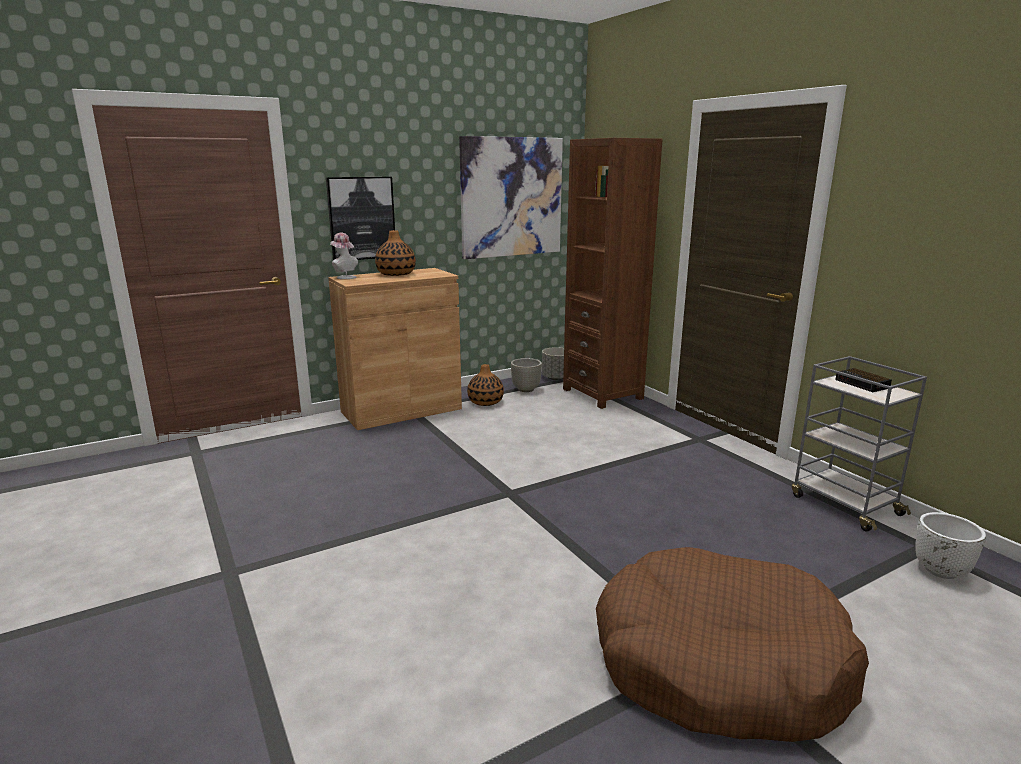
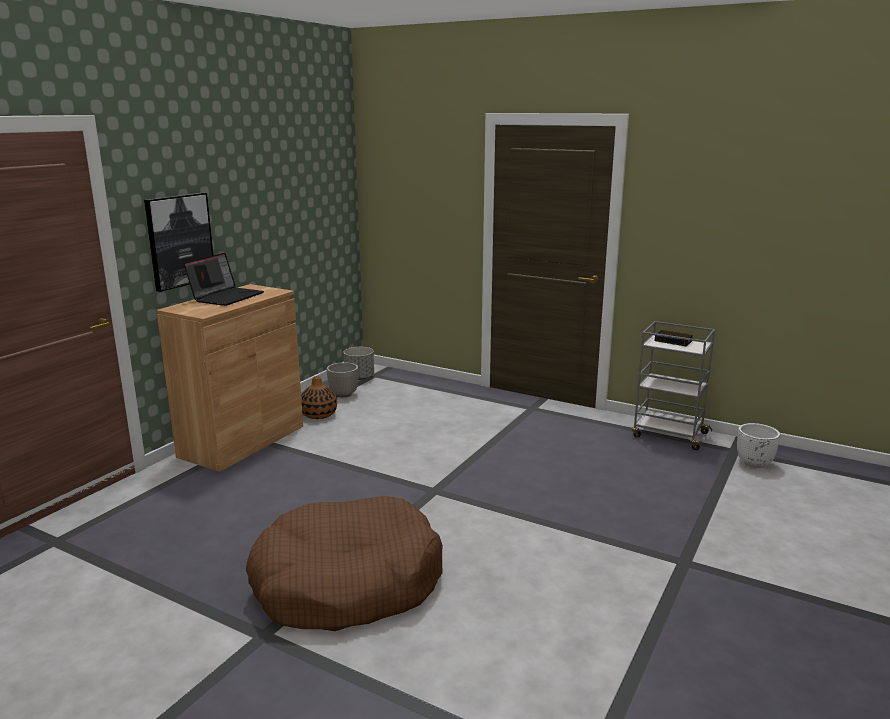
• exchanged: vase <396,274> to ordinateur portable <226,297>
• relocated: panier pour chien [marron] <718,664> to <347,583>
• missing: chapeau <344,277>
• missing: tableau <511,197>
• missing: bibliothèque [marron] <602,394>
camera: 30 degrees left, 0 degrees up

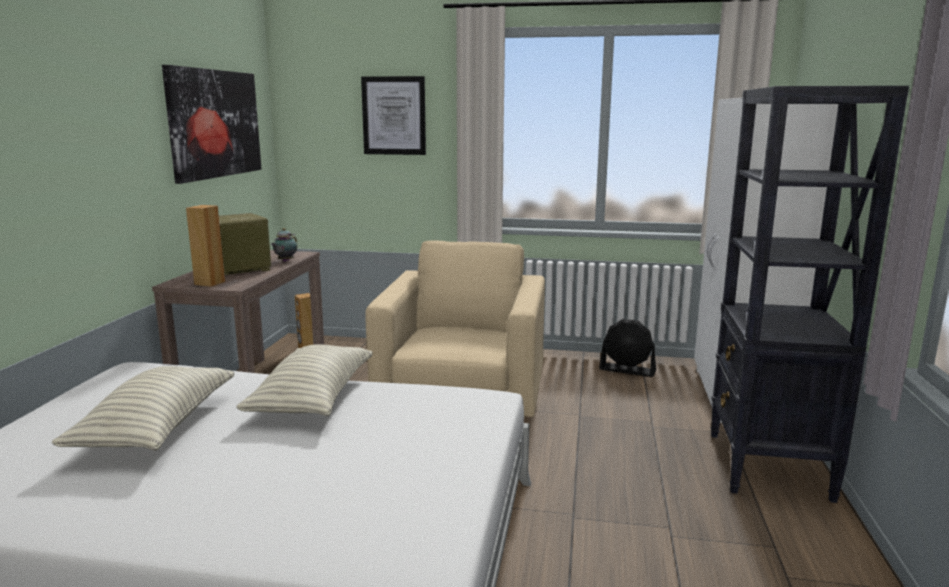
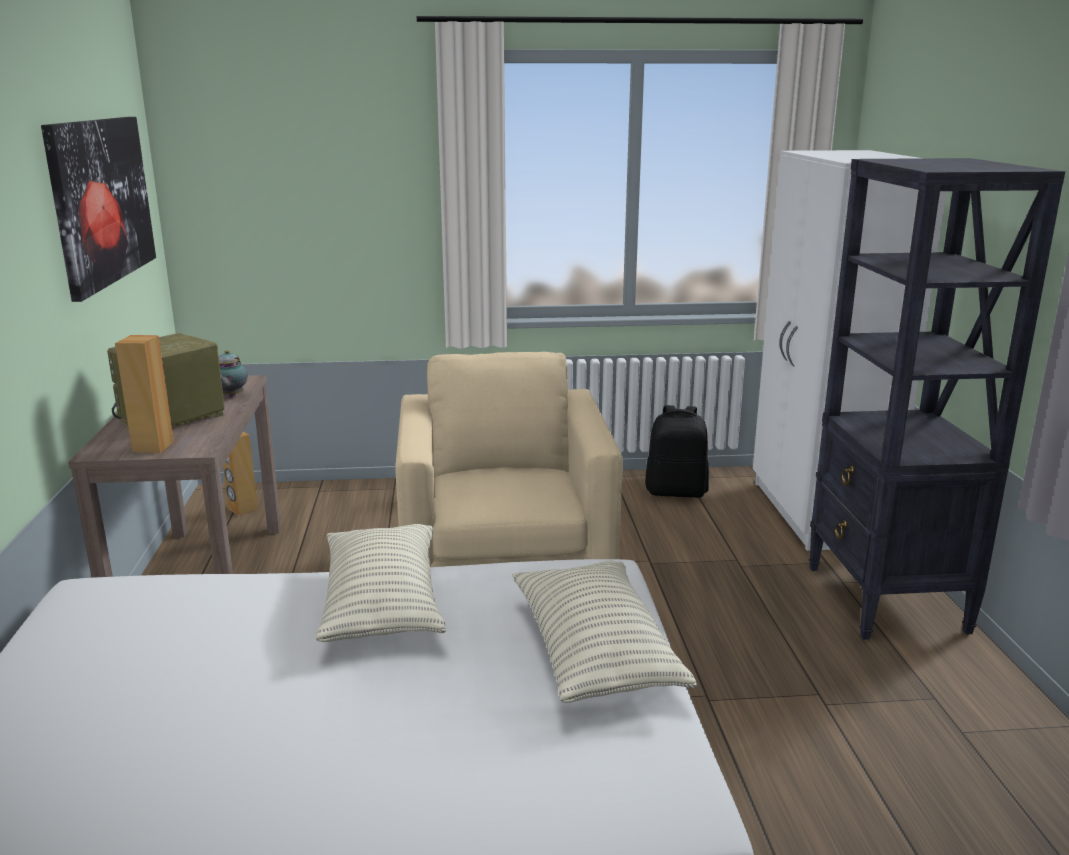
• relocated: coussin <157,428> to <594,653>
• exchanged: ventilateur [noir] <627,370> to sac à dos [noir] <676,491>
• missing: tableau <394,115>
camera: 15 degrees left, 5 degrees up

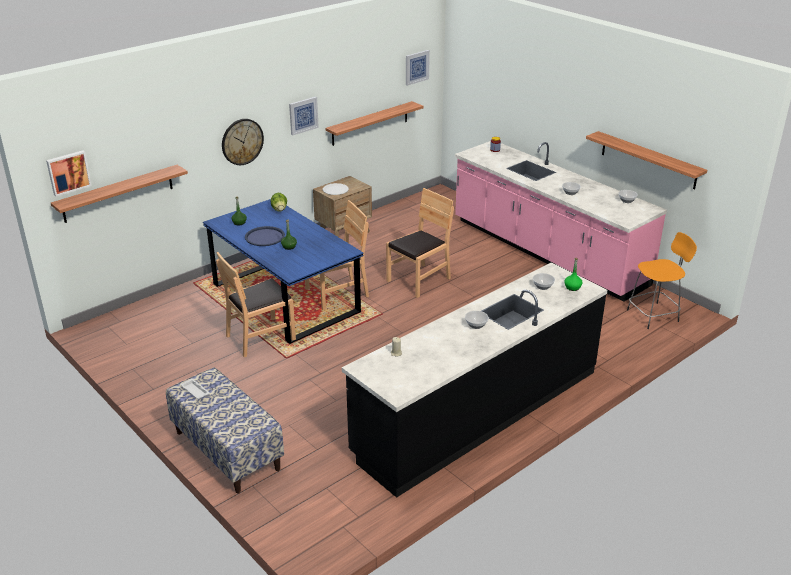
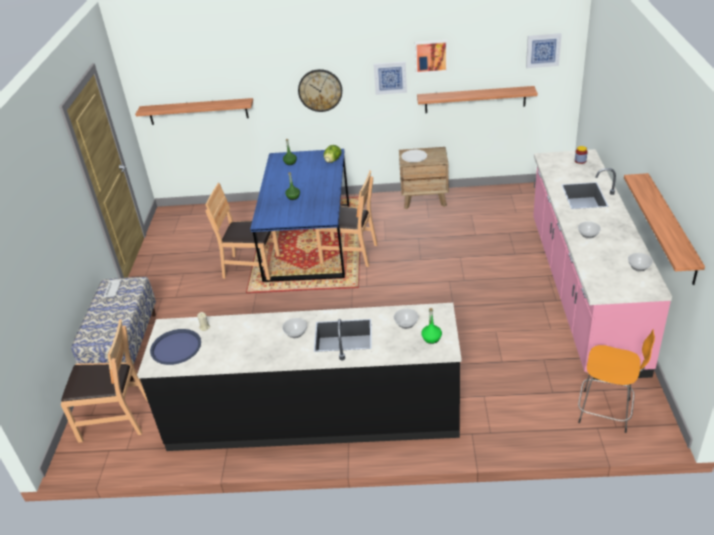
• relocated: chaise [marron] <419,280> to <115,419>
• relocated: plateau [bleu] <265,237> to <176,347>
• relocated: tableau <68,172> to <431,56>
camera: 45 degrees right, 5 degrees up

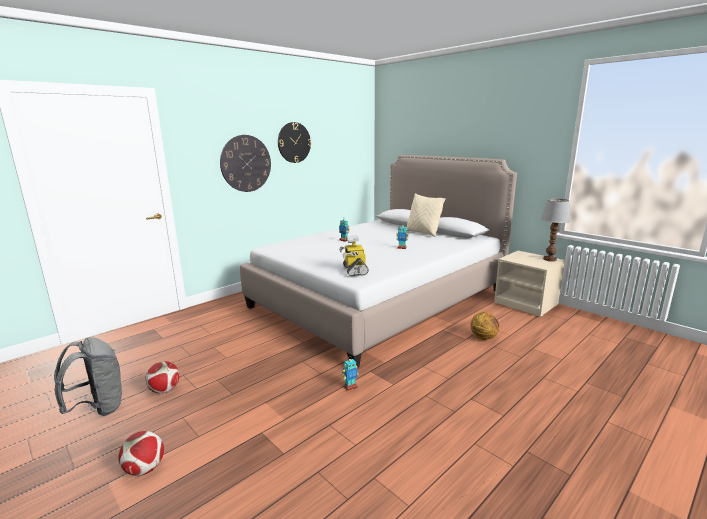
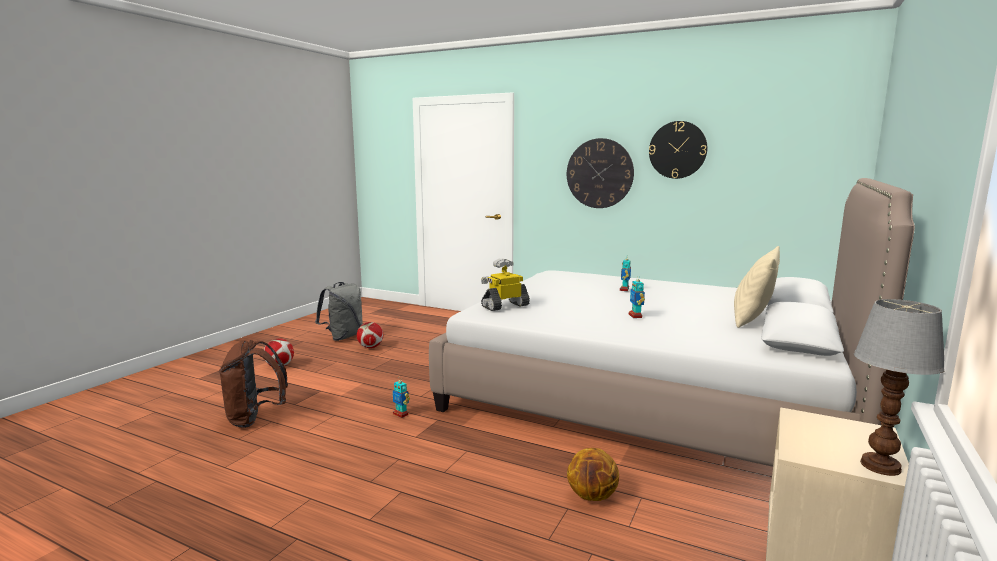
• appeared: sac à dos [marron] <255,418>
camera: 70 degrees right, 5 degrees down

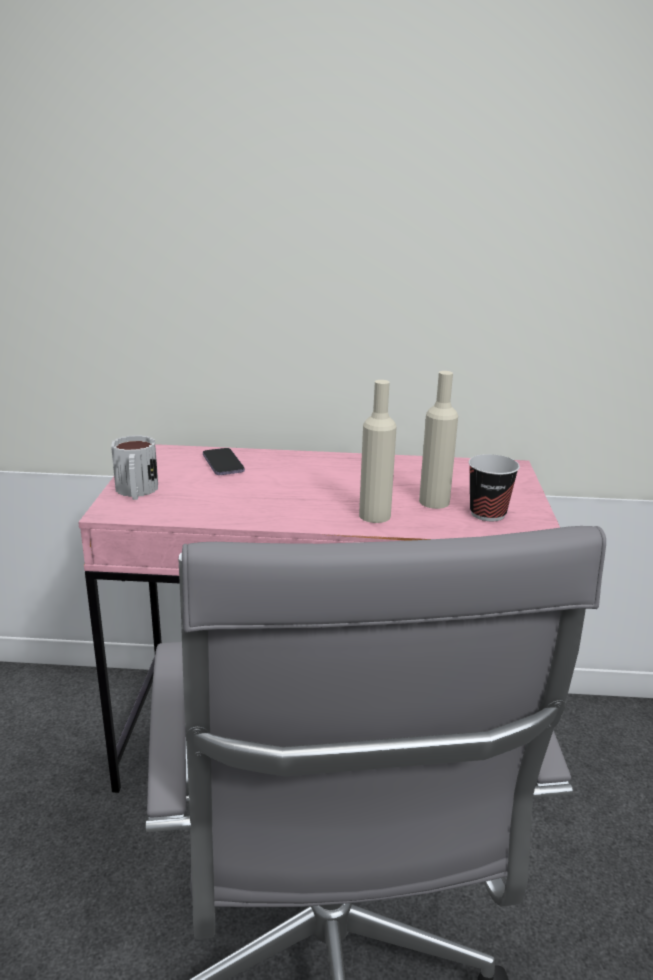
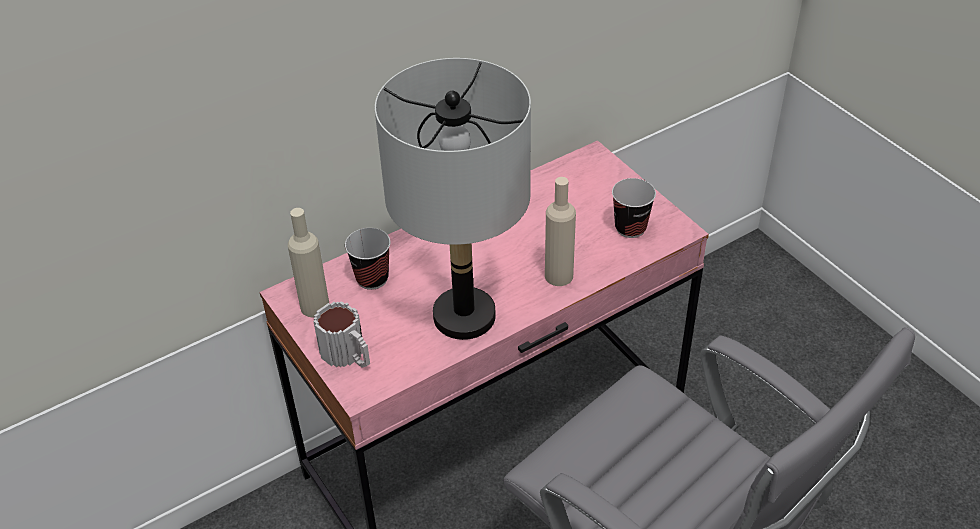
• relocated: bouteille [beige] <434,502> to <315,306>
• exchanged: téléphone <223,464> to tasse <372,278>
• appeared: lampe de table [gris] <464,316>
camera: 35 degrees left, 20 degrees up

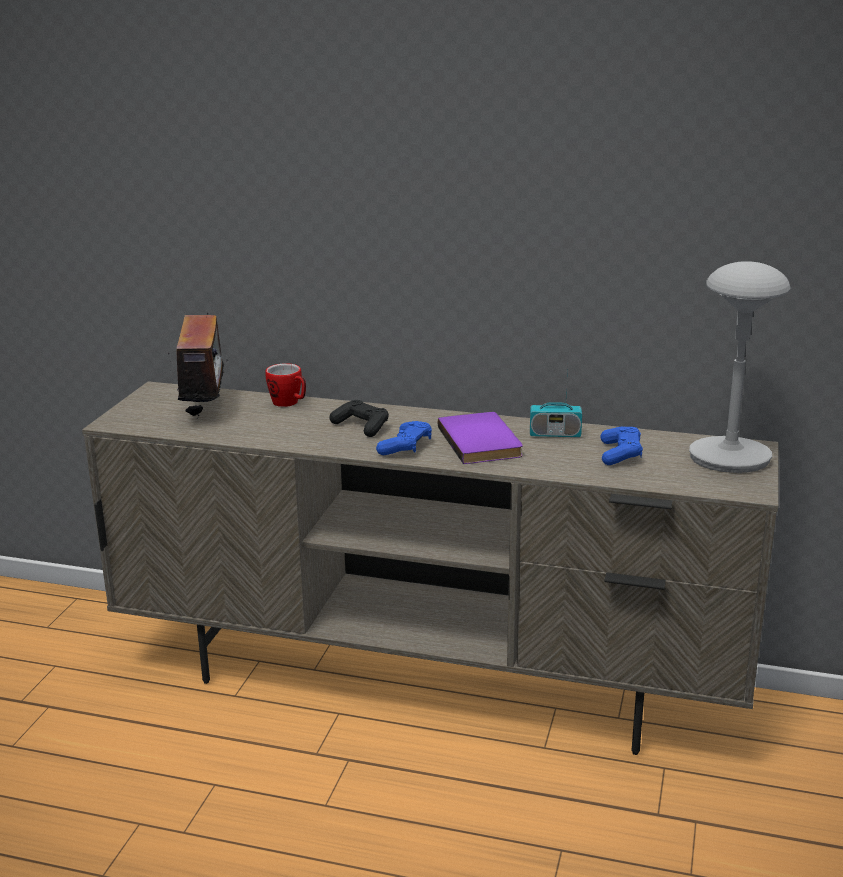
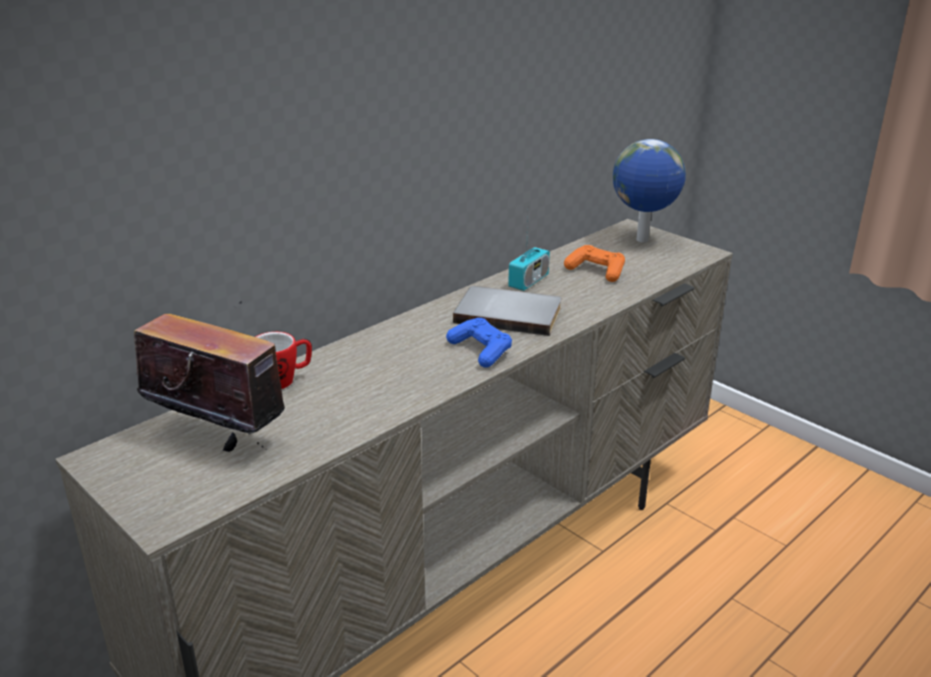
• colour: livre [violet] <482,441> to livre [gris] <509,313>
• colour: manette [bleu] <620,454> to manette [orange] <596,271>
• exchanged: lampe de table [gris] <729,458> to globe <642,240>
• missing: manette [noir] <361,426>
camera: 60 degrees left, 5 degrees up

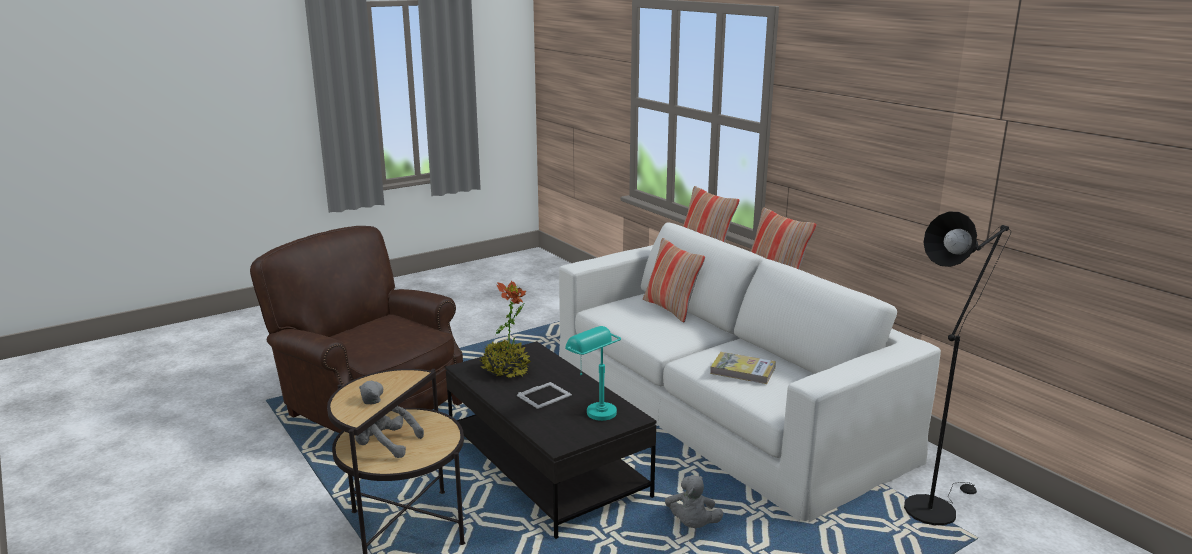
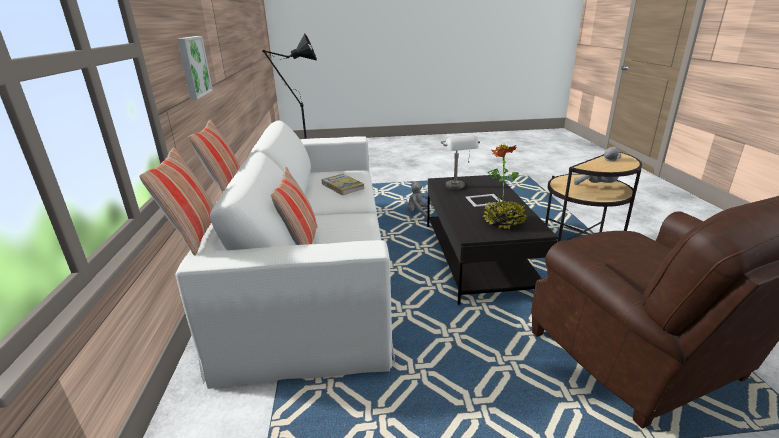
• appeared: tableau <192,67>
• spun: peluche [gris] <692,525> = <420,214> 90 degrees counterclockwise
• colour: lampe de table [turquoise] <593,409> to lampe de table [gris] <458,188>
camera: 150 degrees left, 5 degrees up

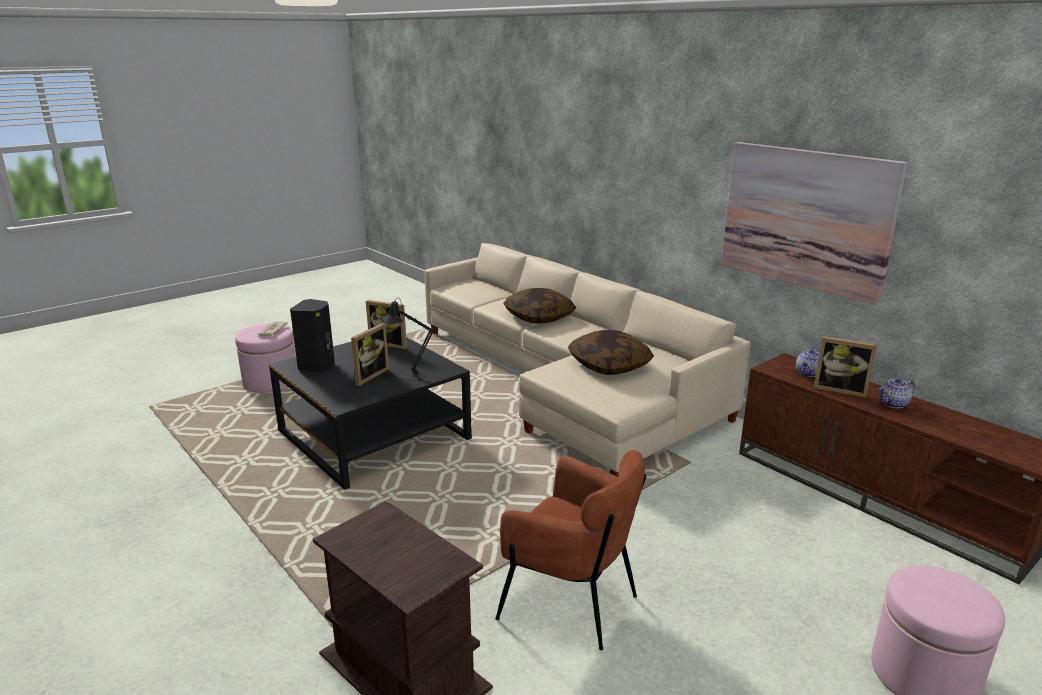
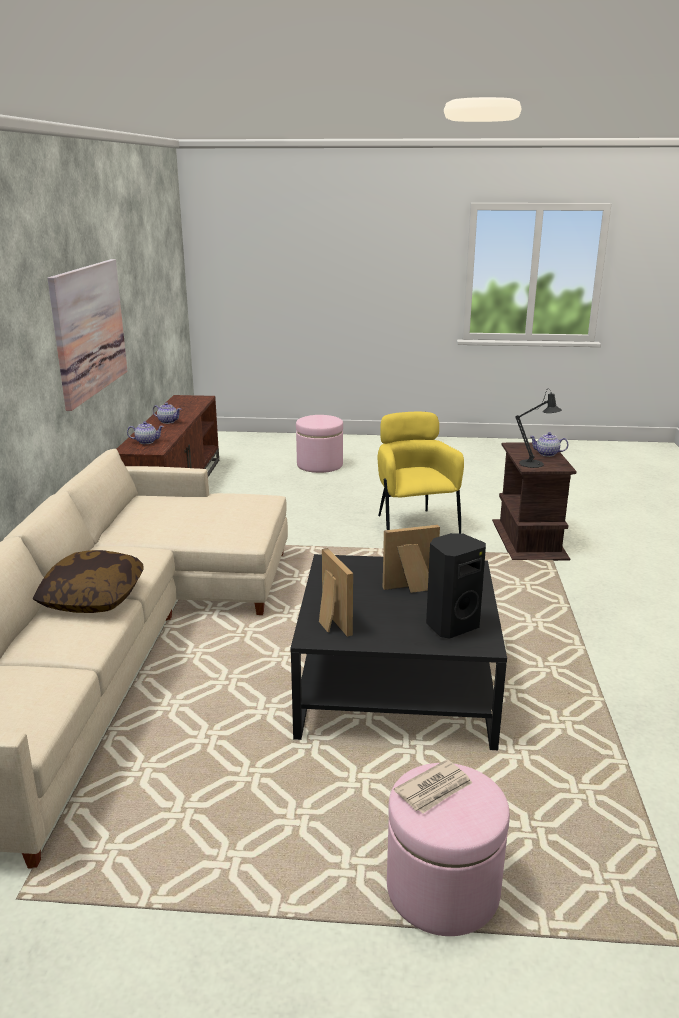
• colour: fauteuil [marron] <571,602> to fauteuil [jaune] <413,526>
• relocated: lampe de table [noir] <409,375> to <535,464>
• appeared: théière <547,454>
• missing: coussin <609,365>
• missing: cadre photo <840,389>
camera: 135 degrees left, 0 degrees up

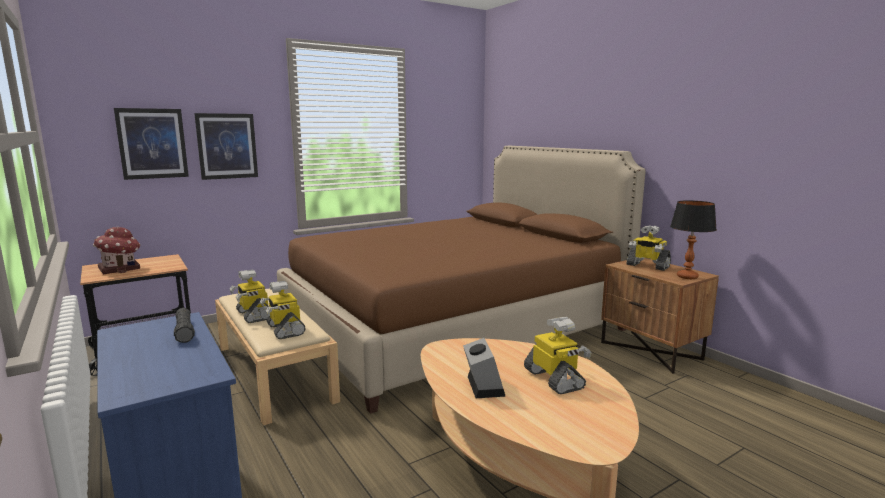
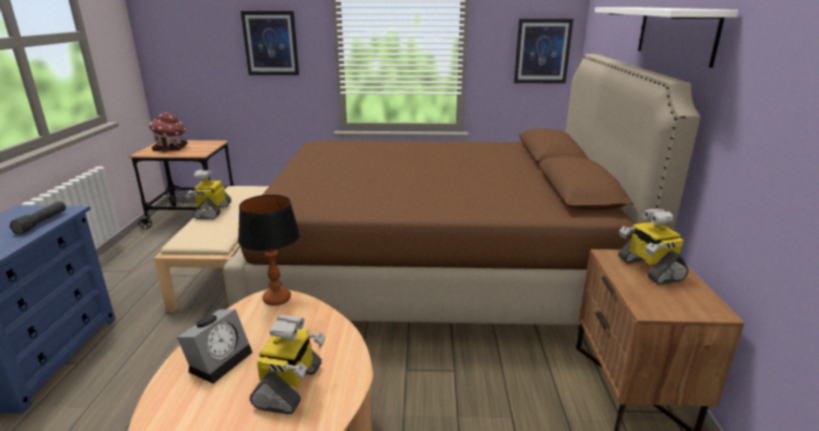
• relocated: lampe de table <687,277> to <276,299>
• relocated: tableau <152,143> to <542,51>
• appeared: étagère [blanc] <675,33>
• missing: robot jouet <284,330>
camera: 35 degrees right, 10 degrees up

